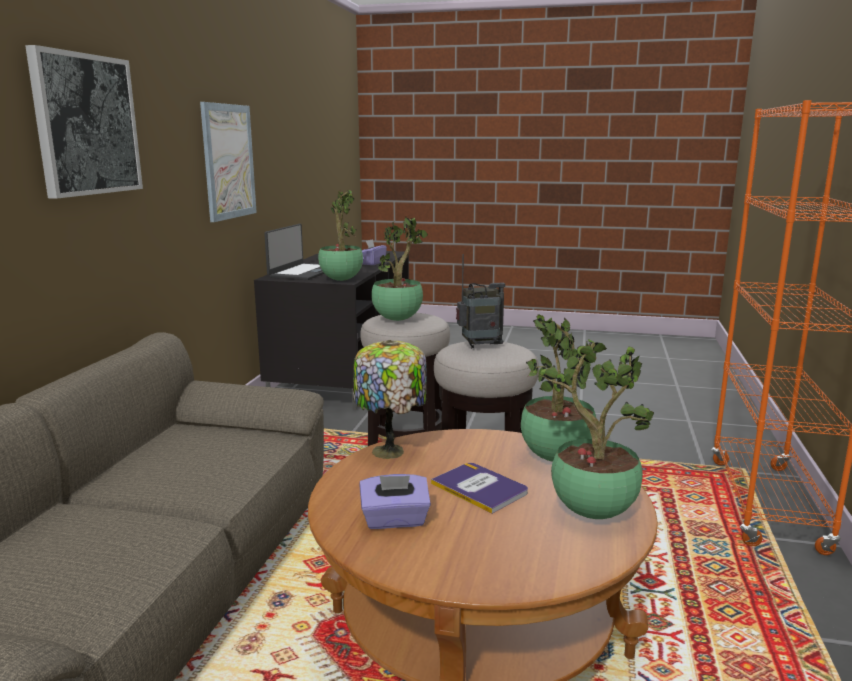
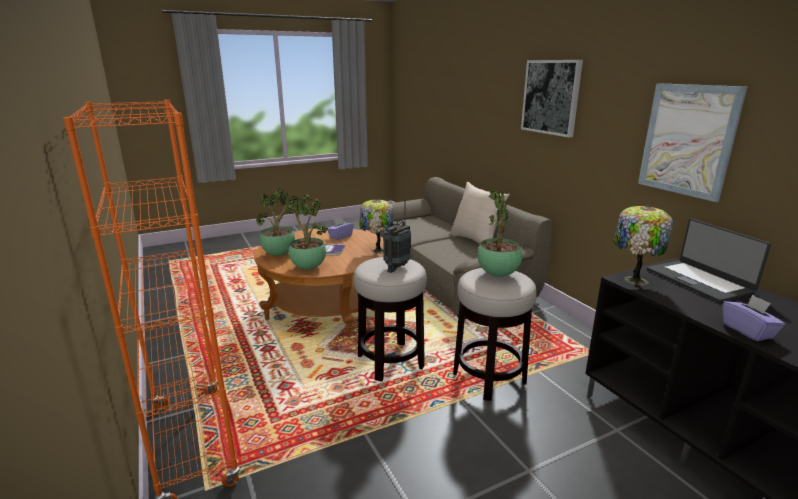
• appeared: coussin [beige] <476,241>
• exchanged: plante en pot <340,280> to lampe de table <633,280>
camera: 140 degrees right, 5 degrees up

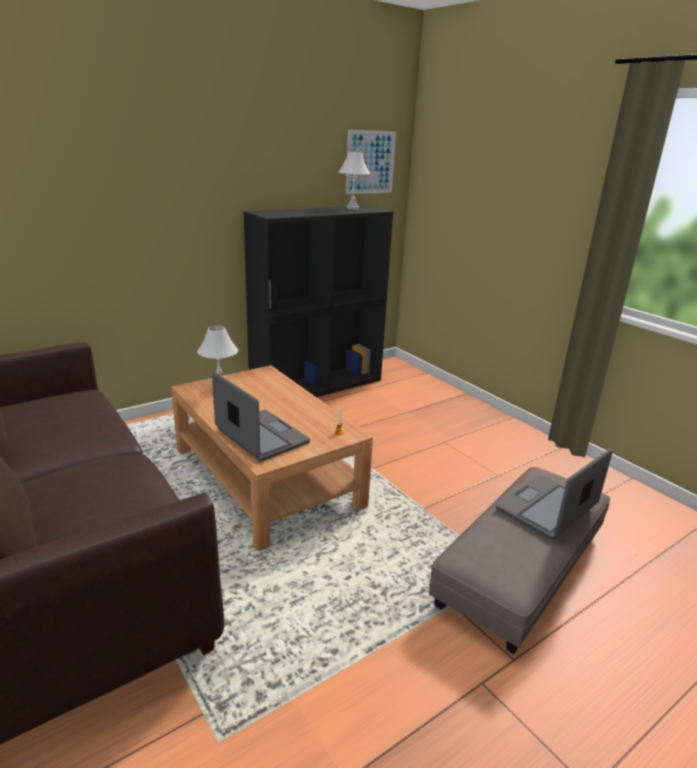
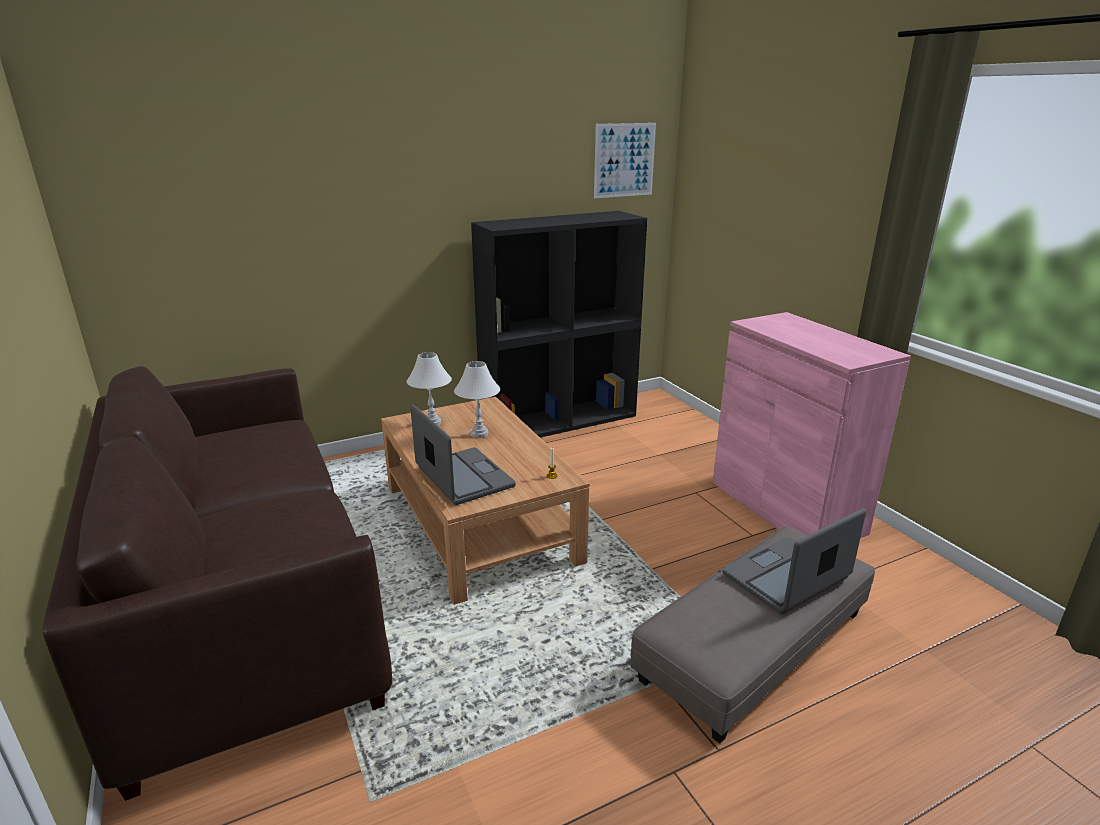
• relocated: lampe de table [blanc] <352,208> to <478,434>
• appeared: meuble de rangement [rose] <786,507>
camera: 10 degrees right, 0 degrees up

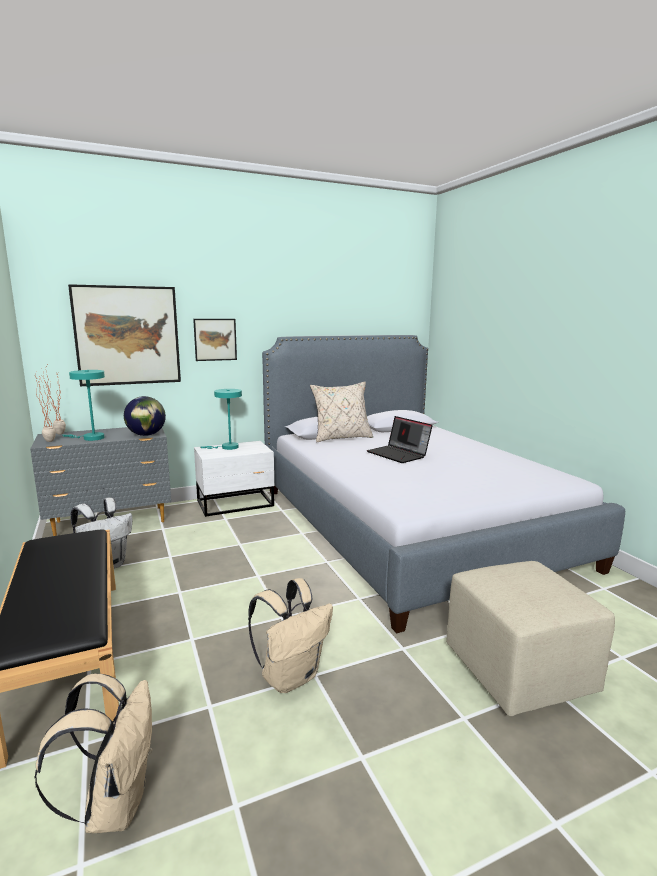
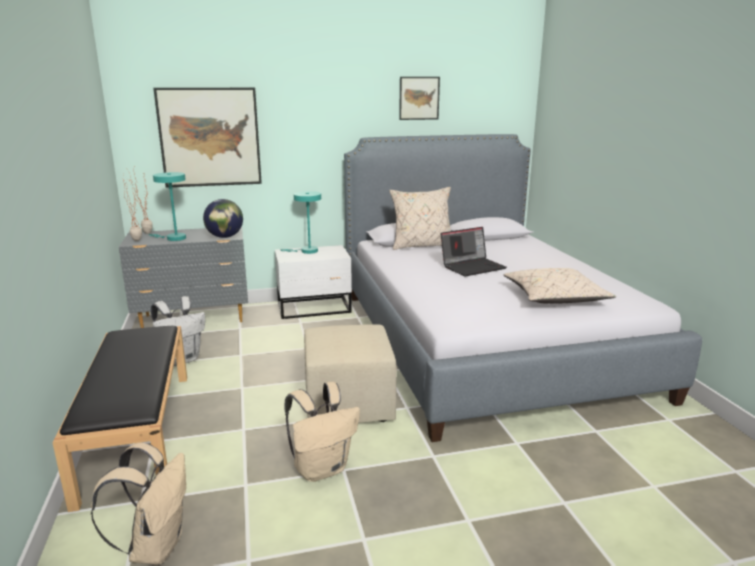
• relocated: pouf [beige] <517,670> to <348,404>
• relocated: tableau <215,339> to <419,98>
• spun: ordinateur portable <399,454> = <473,267> 90 degrees counterclockwise
• appeared: coussin [beige] <554,298>
camera: 10 degrees right, 5 degrees up

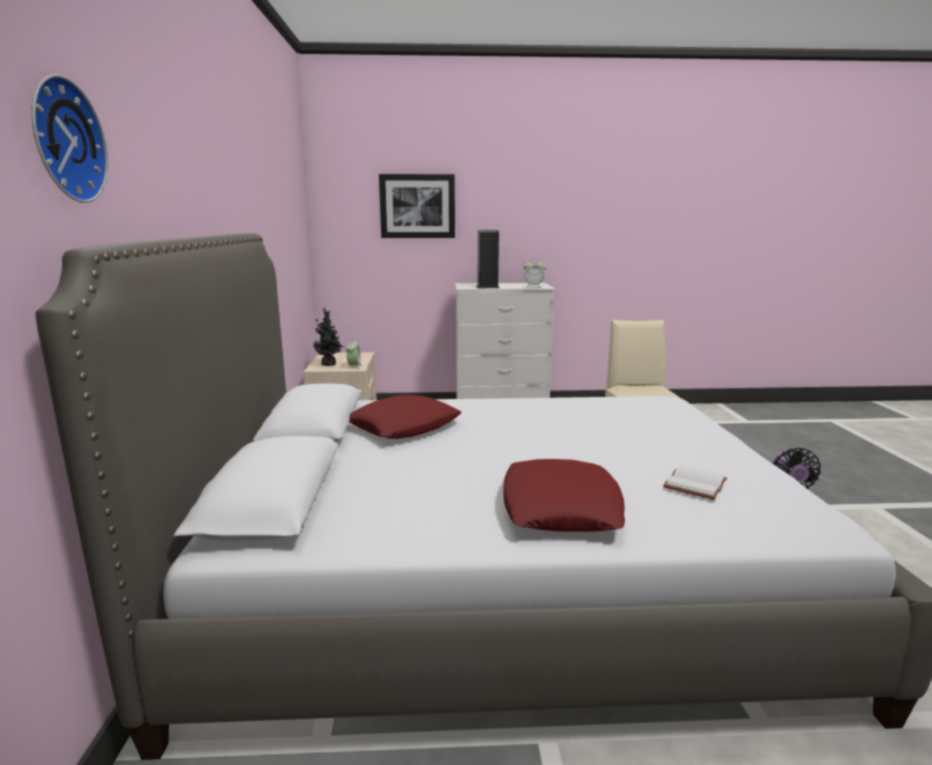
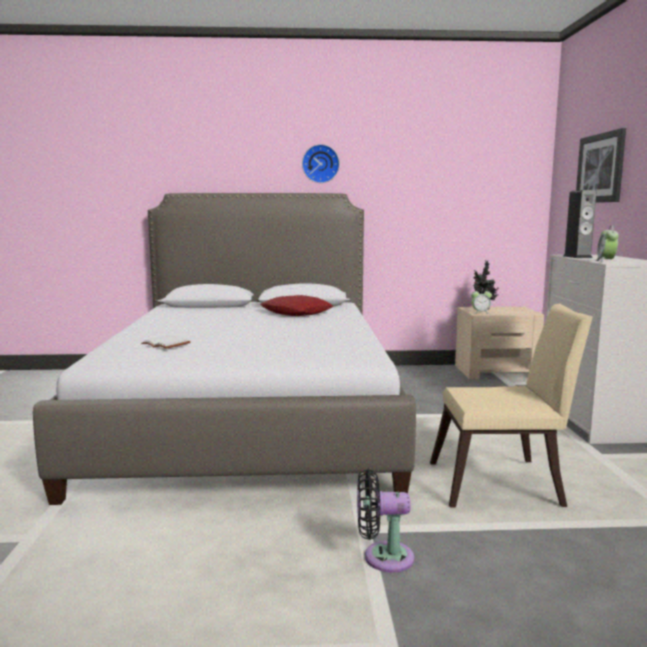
• relocated: horloge murale <62,140> to <320,164>
• missing: coussin [rouge] <560,507>
camera: 90 degrees right, 5 degrees down

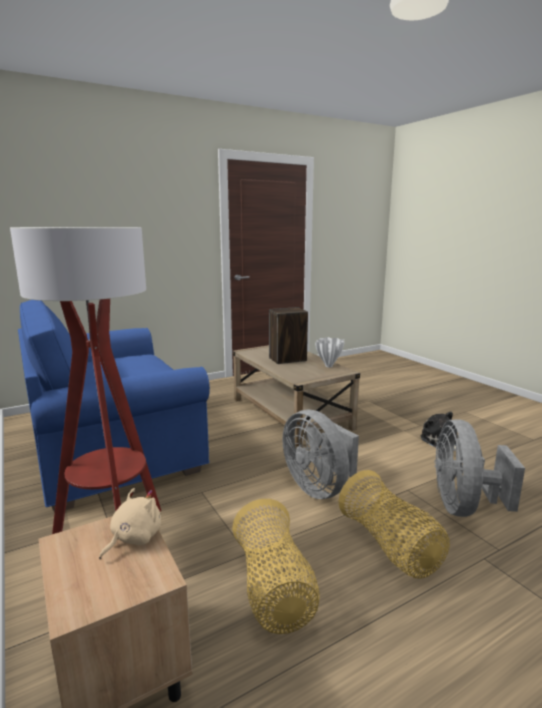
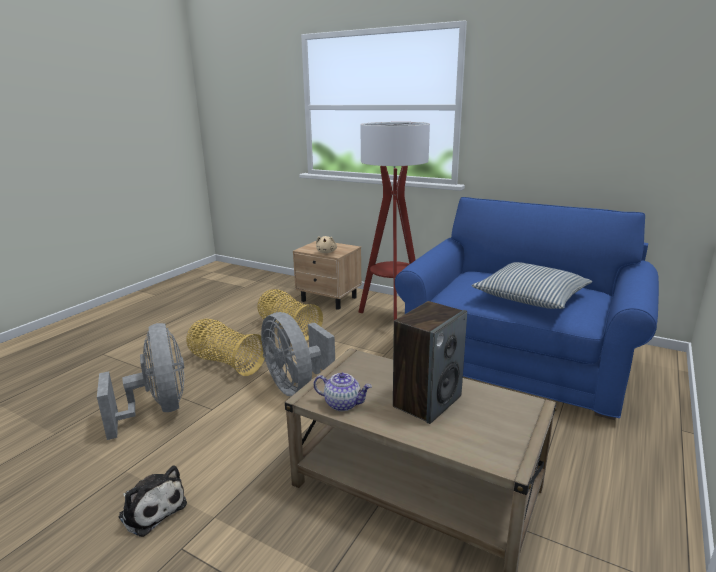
• spun: ventilateur [gris] <319,487> = <296,385> 150 degrees counterclockwise
• exchanged: vase [blanc] <329,366> to théière <343,404>
• appeared: coussin <530,297>
camera: 150 degrees right, 5 degrees up

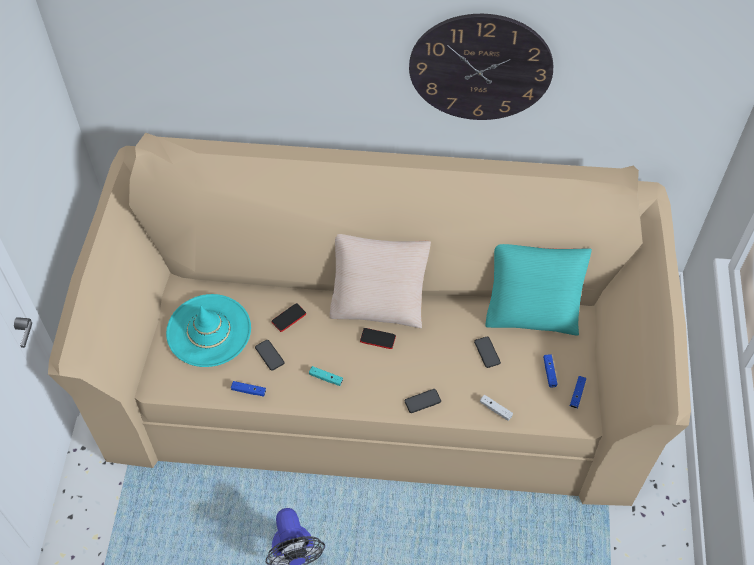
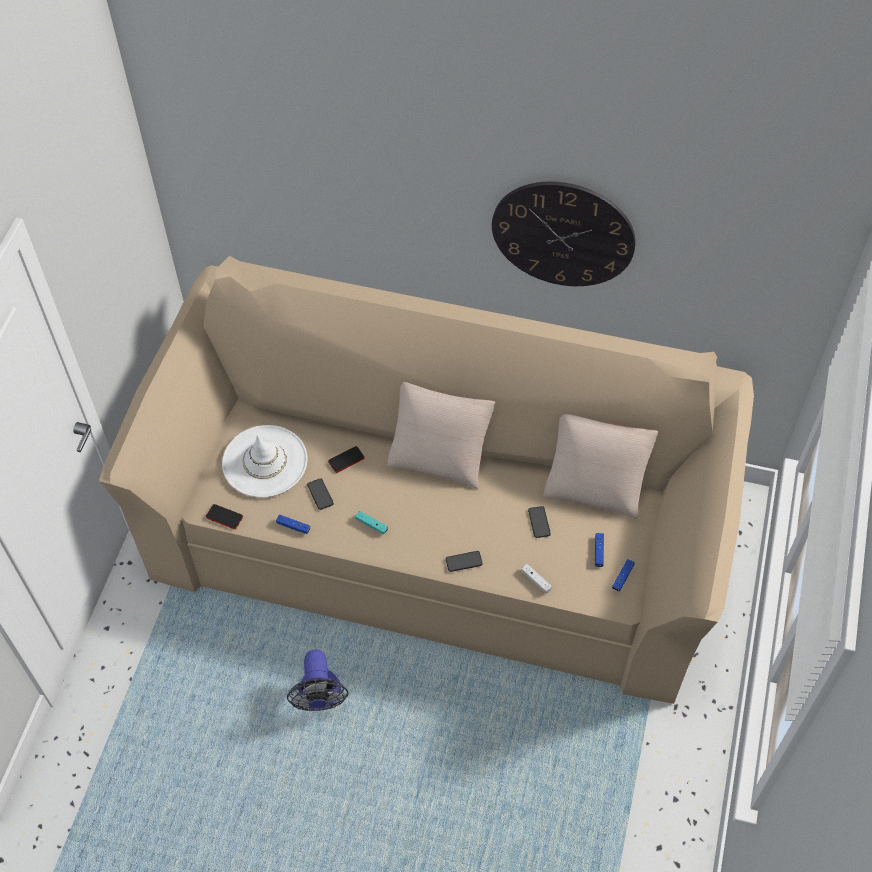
• relocated: téléphone <377,339> to <224,517>
• colour: chapeau [turquoise] <209,331> to chapeau [blanc] <265,461>
• colour: coussin [turquoise] <532,308> to coussin [beige] <596,485>
camera: 10 degrees right, 0 degrees up

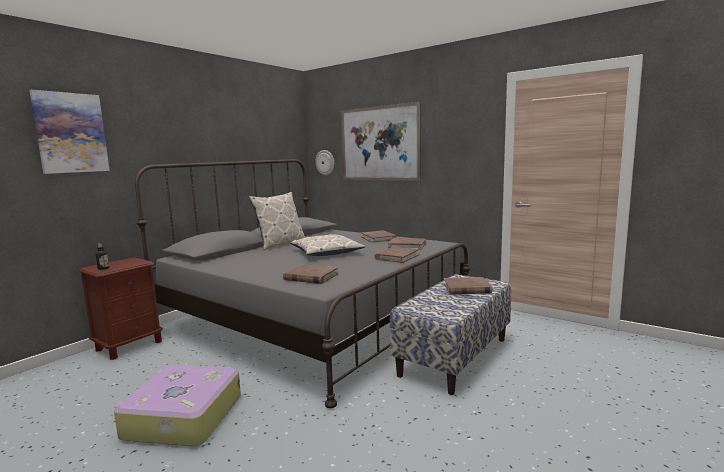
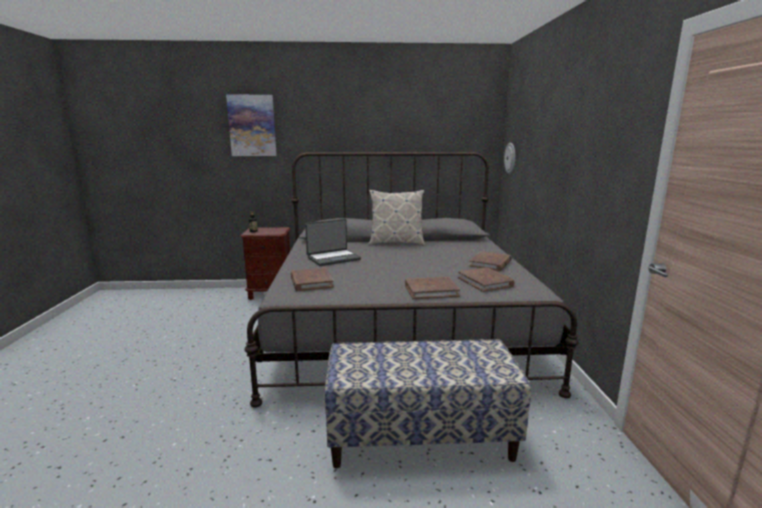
• appeared: ordinateur portable <333,258>
• missing: valise <182,417>
• missing: coussin <326,252>
• missing: tableau <379,143>
• missing: livre [marron] <467,288>
camera: 50 degrees right, 5 degrees up

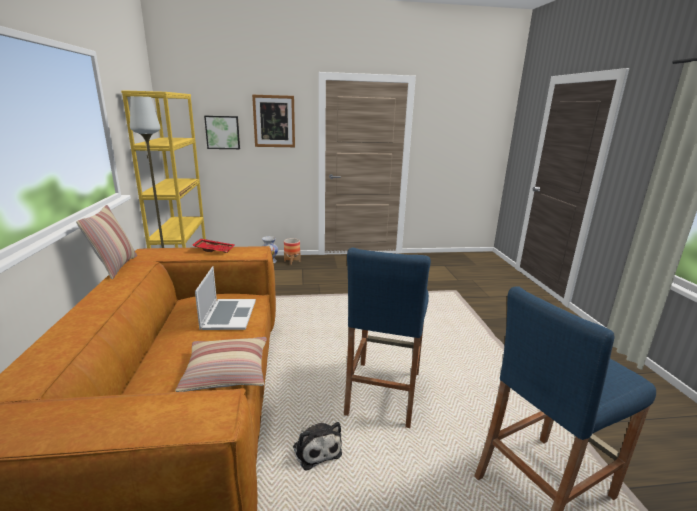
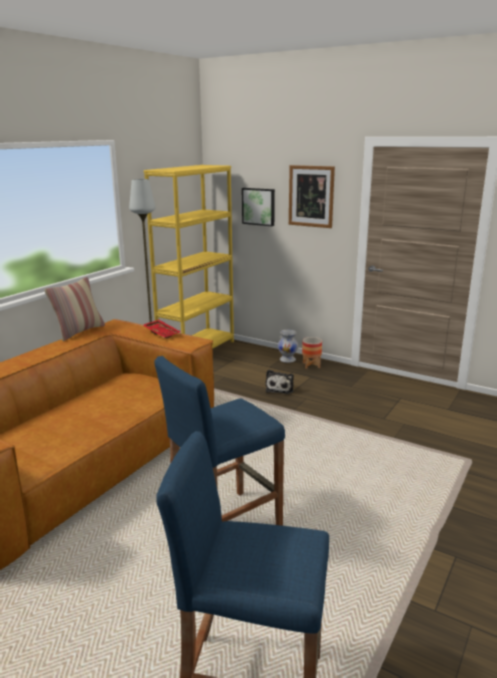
• relocated: peluche <316,448> to <280,388>
• missing: coussin <226,372>
• missing: ordinateur portable <228,314>
camera: 40 degrees right, 0 degrees up

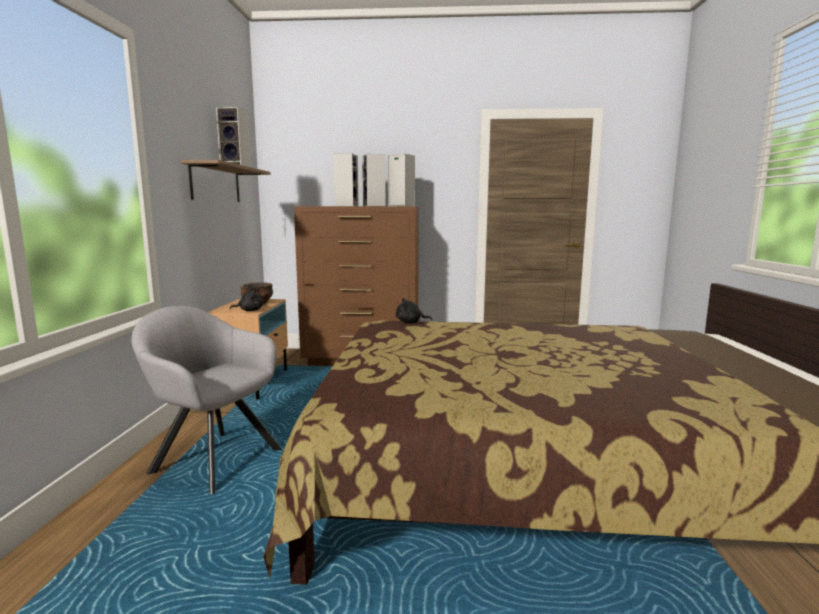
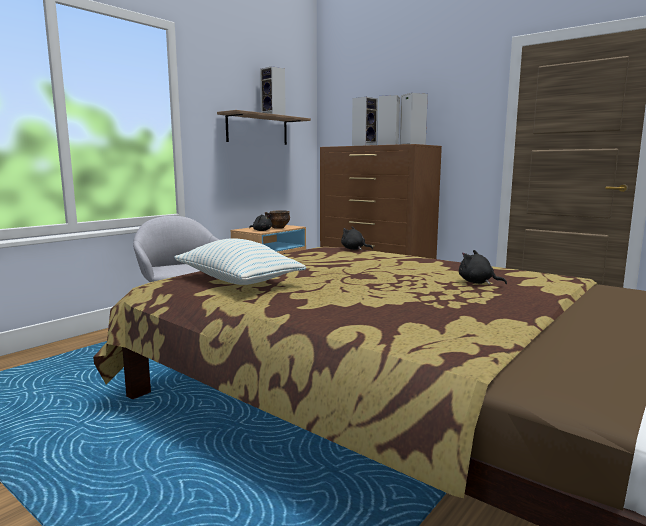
• appeared: coussin <237,281>
• appeared: peluche [noir] <477,283>
camera: 35 degrees right, 0 degrees up

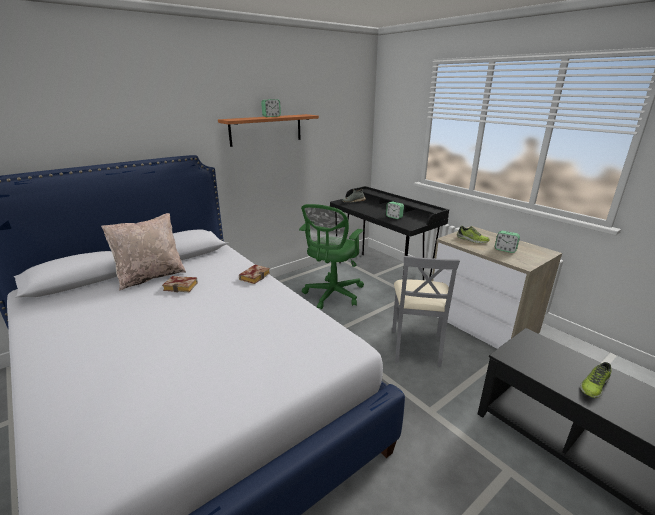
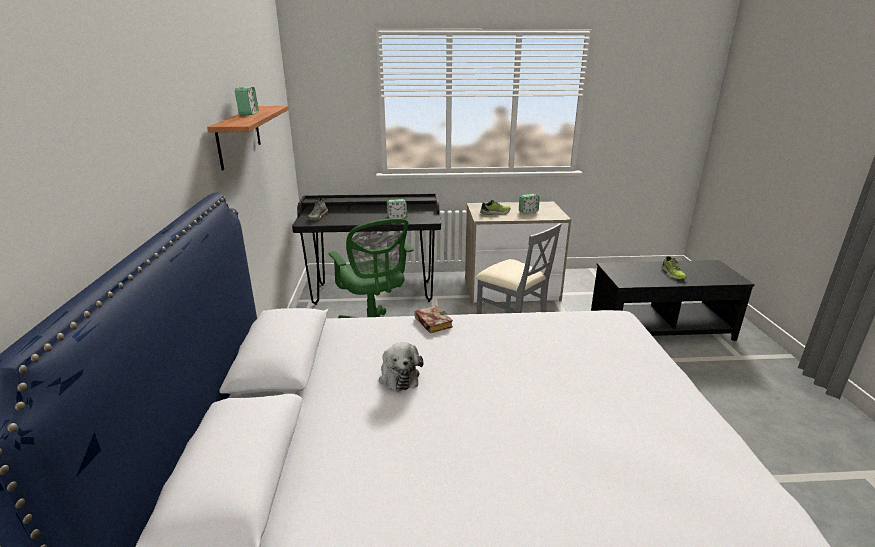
• exchanged: livre <182,286> to peluche <398,375>
• missing: coussin [beige] <151,277>
camera: 55 degrees left, 0 degrees up

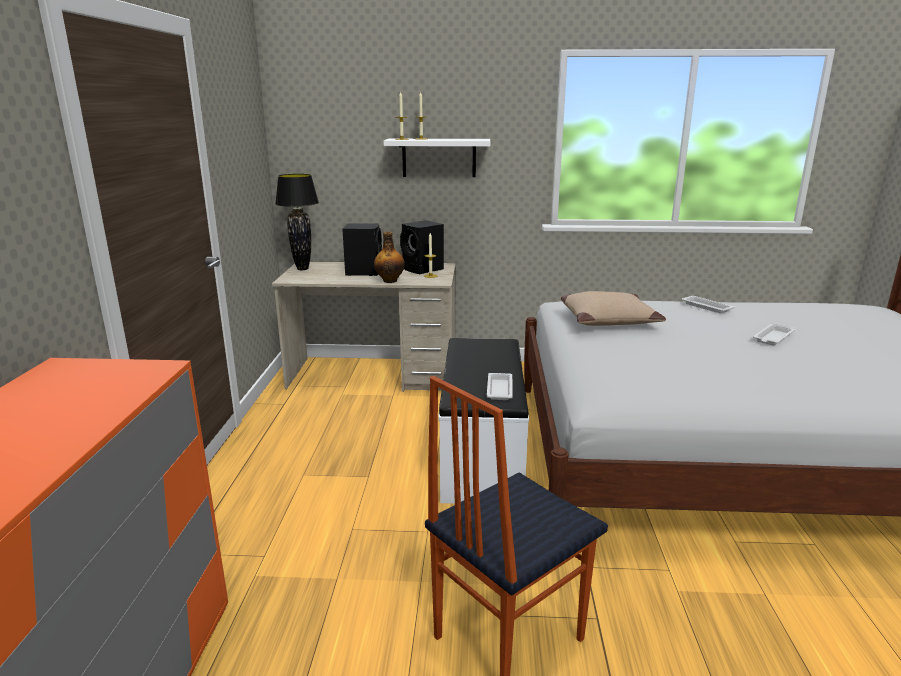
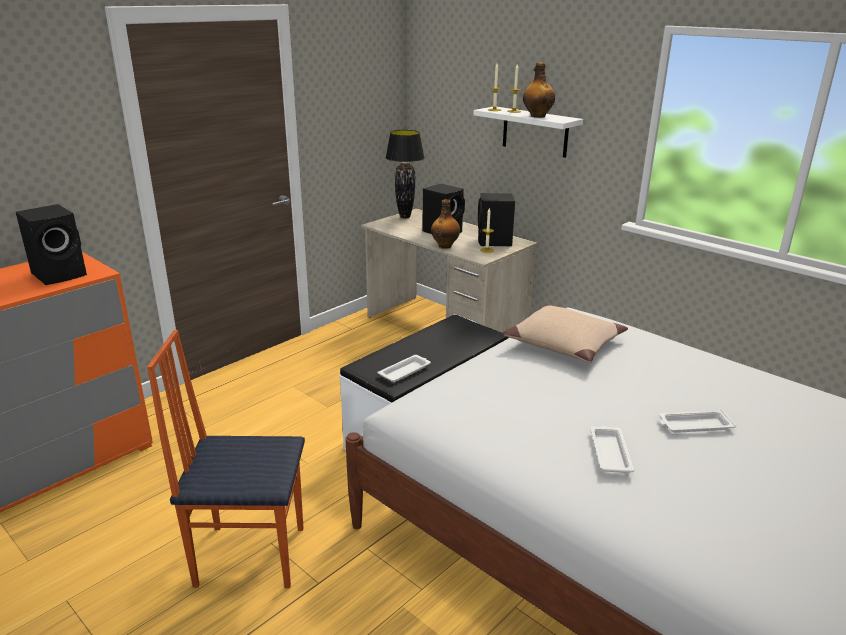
• appeared: enceinte [noir] <61,274>
• appeared: bouteille <537,116>
• relocated: plateau [blanc] <705,307> to <610,452>
camera: 40 degrees right, 5 degrees up

